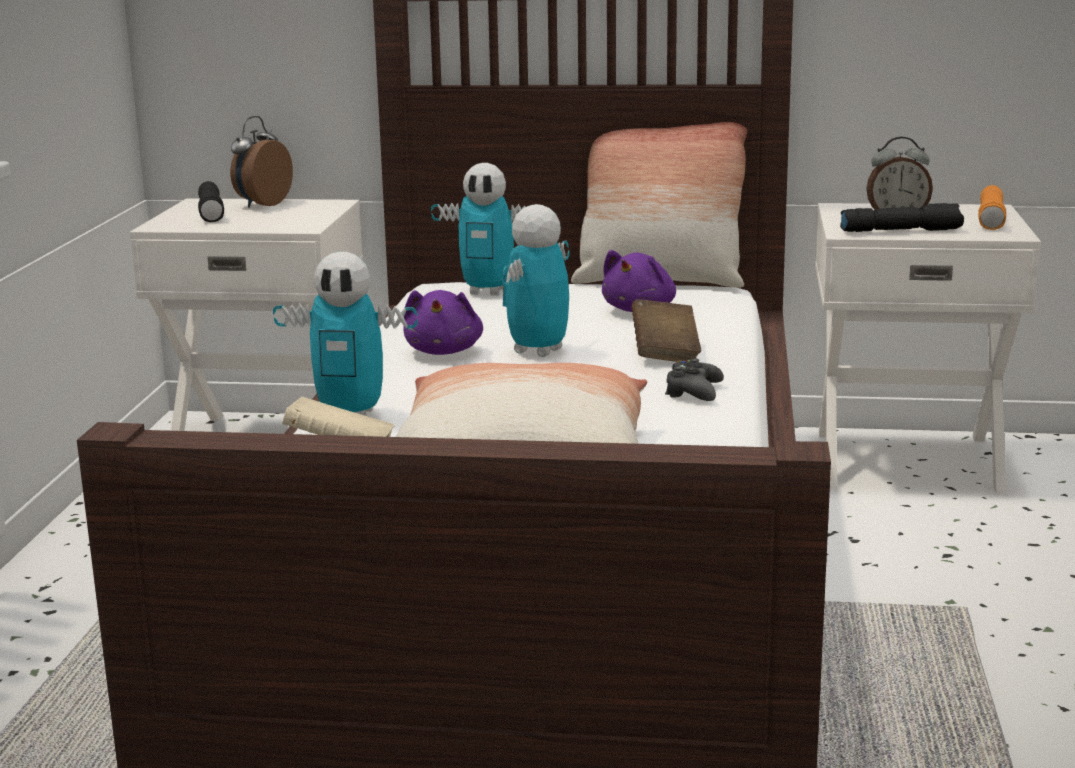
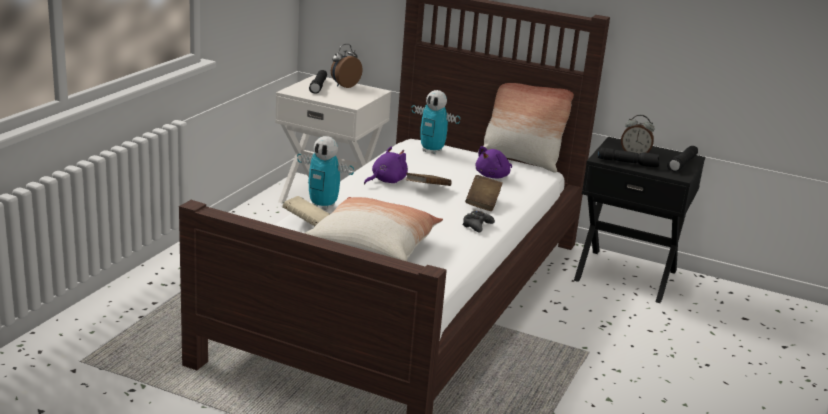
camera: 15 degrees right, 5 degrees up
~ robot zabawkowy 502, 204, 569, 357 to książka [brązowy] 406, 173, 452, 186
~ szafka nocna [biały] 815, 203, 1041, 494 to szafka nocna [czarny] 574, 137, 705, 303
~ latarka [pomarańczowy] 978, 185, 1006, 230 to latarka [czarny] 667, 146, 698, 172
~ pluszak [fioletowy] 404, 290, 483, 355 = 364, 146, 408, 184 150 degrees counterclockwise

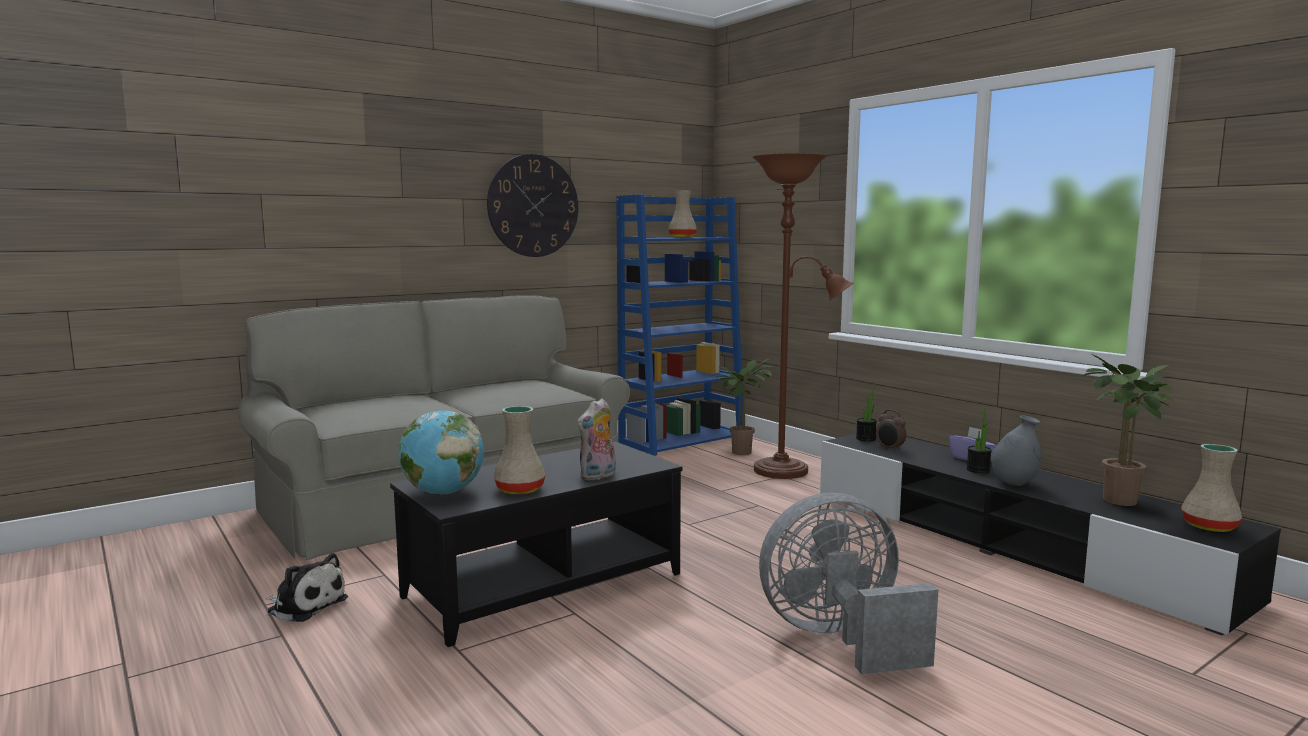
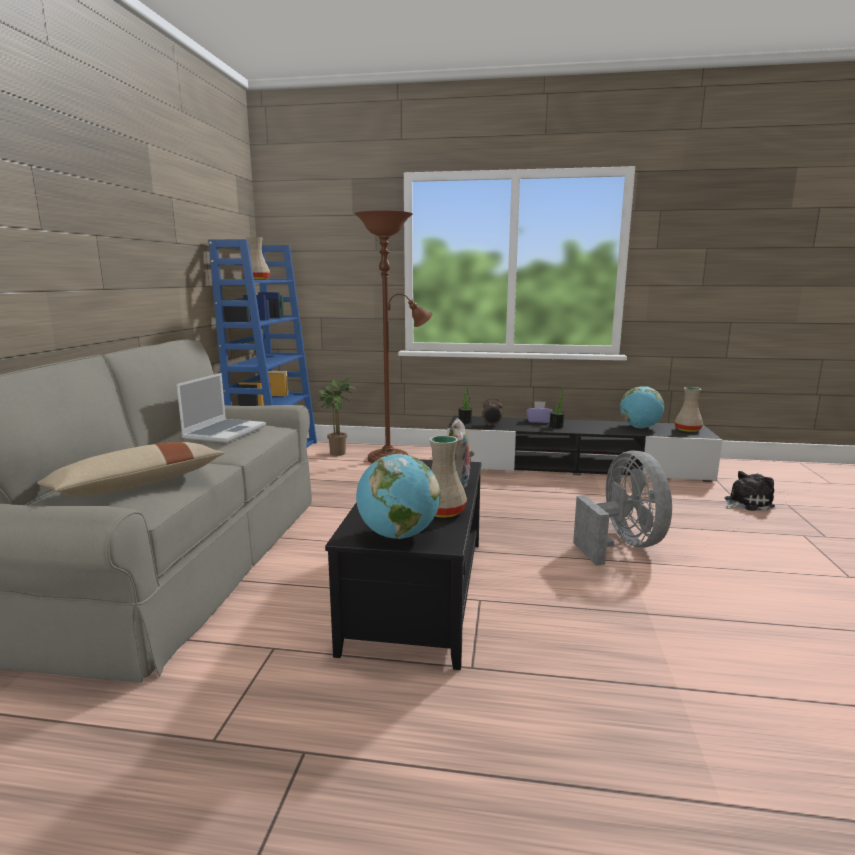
camera: 45 degrees left, 5 degrees up
- zegar ścienny 487, 154, 578, 257
- wazon [szary] 992, 415, 1041, 486
+ poduszka [beżowy] 37, 442, 224, 497
+ laptop 176, 373, 266, 443
~ pluszak 266, 553, 348, 622 to 725, 471, 775, 511
~ roślina doniczkowa 1082, 354, 1175, 506 to globus 620, 386, 664, 428
~ wentylator [szary] 759, 493, 939, 674 = 573, 450, 672, 565 135 degrees clockwise

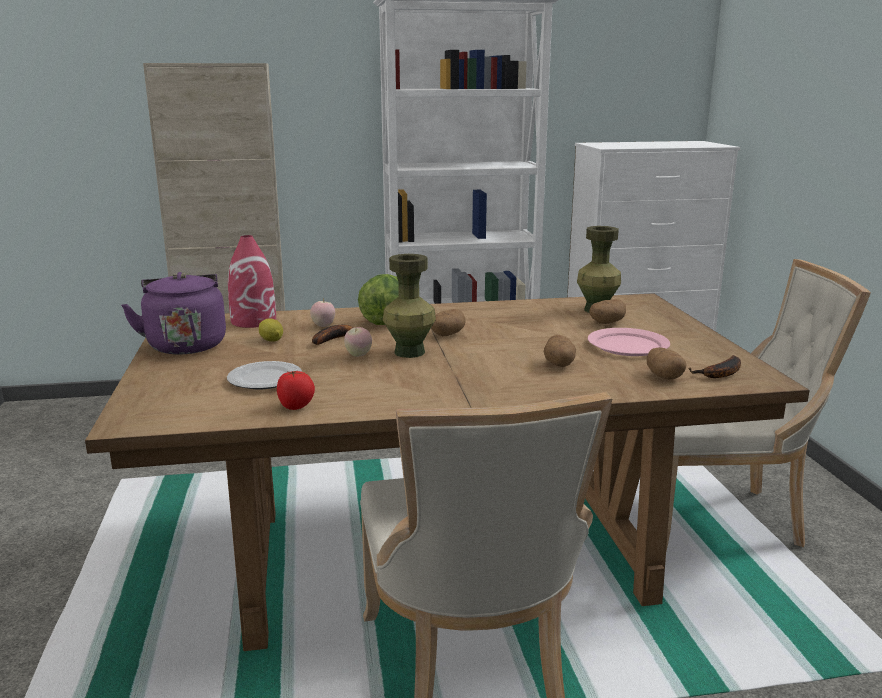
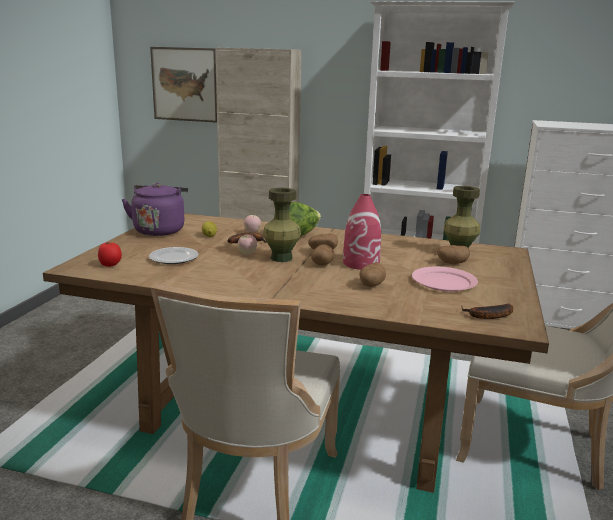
camera: 25 degrees right, 0 degrees up
+ obraz 150, 47, 217, 123
~ wazon [czerwony] 228, 235, 276, 328 to 343, 194, 381, 270
~ pomidor 277, 371, 315, 410 to 98, 242, 122, 267
~ ziemniak 647, 347, 686, 380 to 311, 244, 334, 266

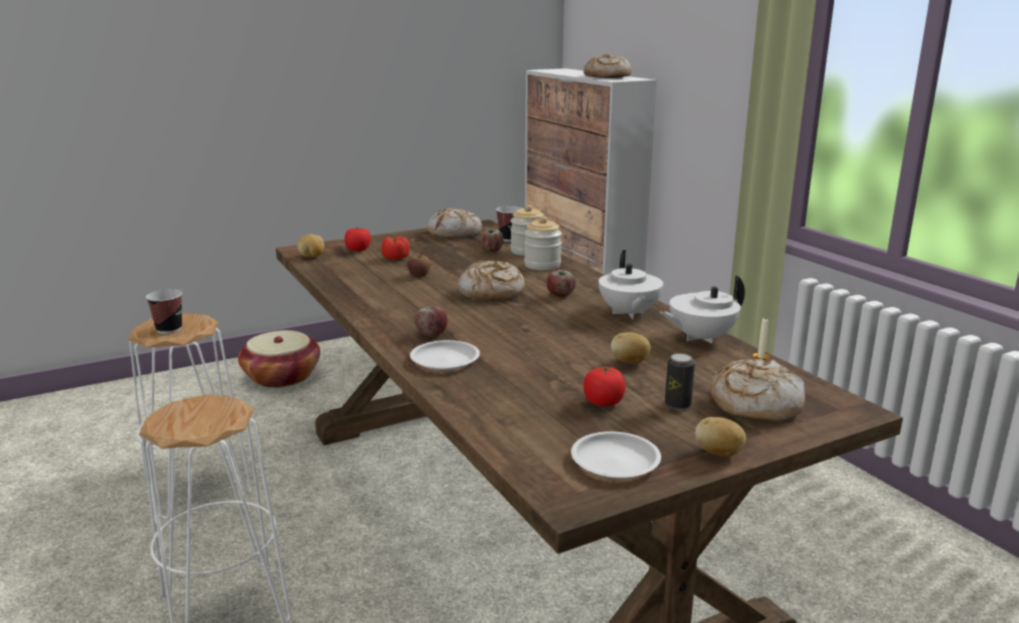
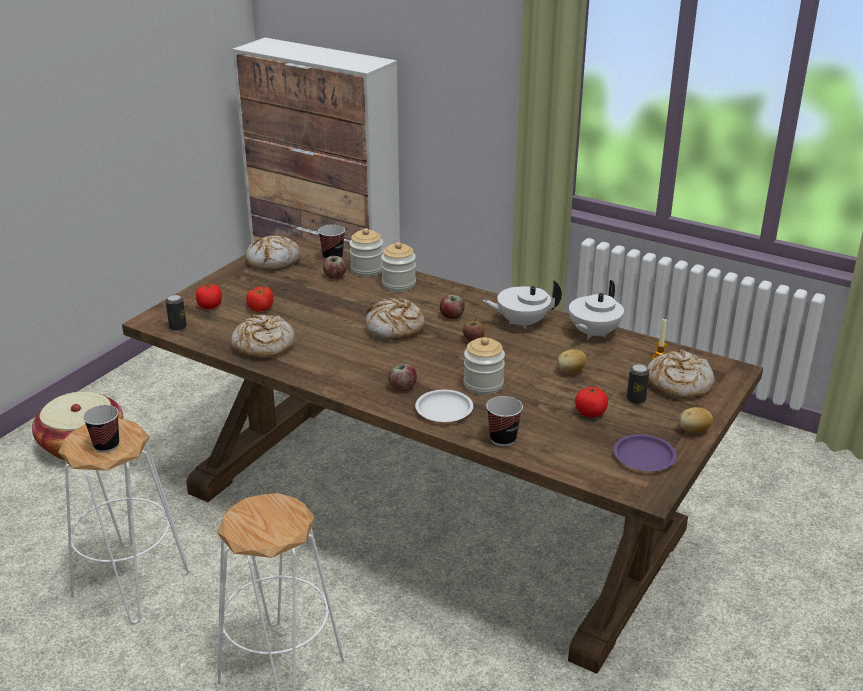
camera: 30 degrees left, 10 degrees up
+ słoik 464, 337, 505, 395
+ filiżanka 486, 396, 523, 446
~ jabłko 407, 252, 431, 277 to 463, 319, 484, 342
~ chleb 583, 54, 632, 78 to 231, 314, 295, 358
~ ziemniak 297, 234, 324, 258 to puszka 166, 294, 187, 331
~ talerz [biały] 571, 431, 661, 479 to talerz [fioletowy] 614, 434, 677, 471
~ imbryk [biały] 599, 250, 663, 320 = 482, 280, 562, 329 120 degrees clockwise

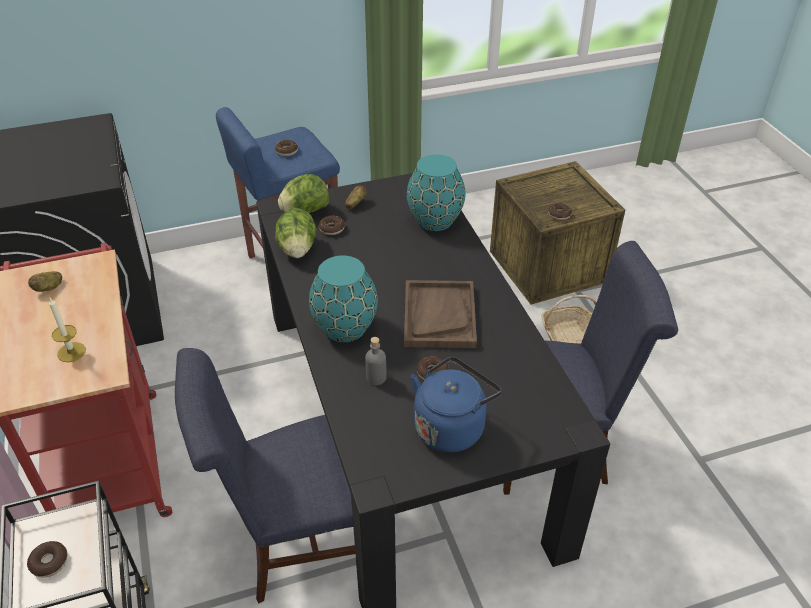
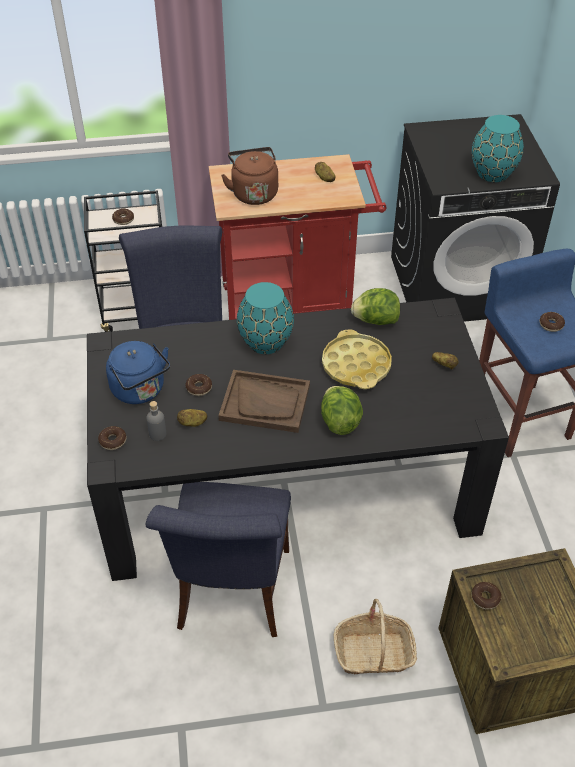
camera: 100 degrees right, 5 degrees up
+ ziemniak 177, 409, 207, 427
+ taca [żółty] 322, 329, 392, 389
~ sałata 278, 174, 329, 213 to 321, 386, 363, 435
~ donut 318, 216, 345, 235 to 98, 426, 126, 450
~ butelka [szary] 365, 337, 386, 385 to 146, 401, 166, 441
~ wazon [turkusowy] 407, 154, 465, 231 to 472, 115, 524, 182
~ świeca 49, 298, 86, 362 to czajnik [brązowy] 221, 147, 278, 205

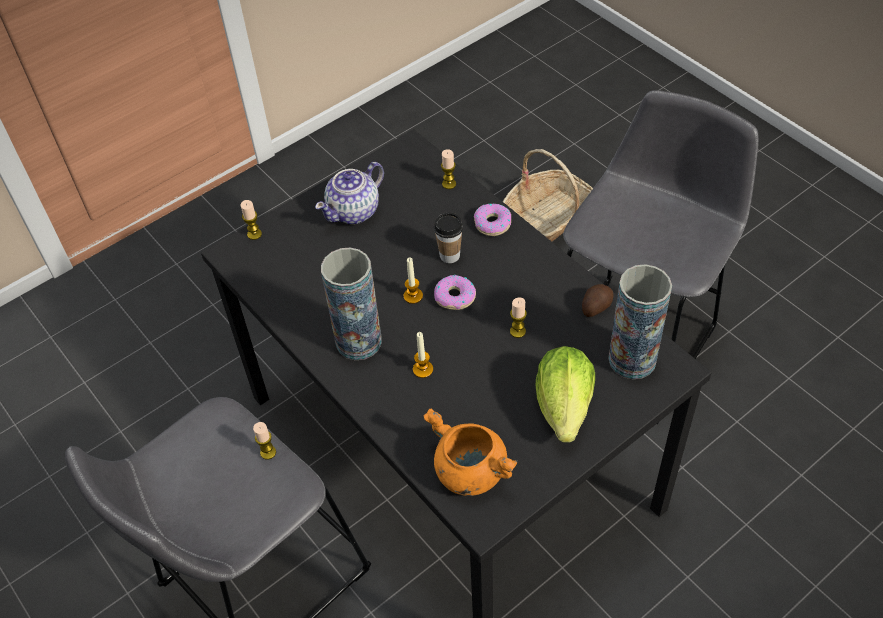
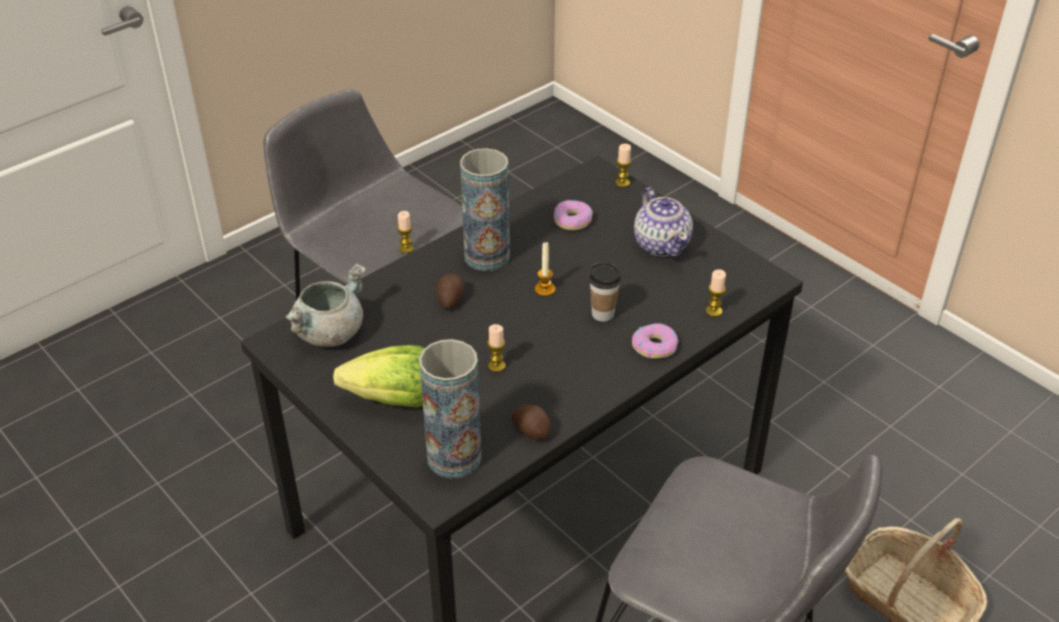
camera: 85 degrees right, 10 degrees down
~ donut 434, 275, 476, 310 to 554, 200, 593, 231
~ świeca 413, 332, 433, 378 to ziemniak 436, 273, 465, 309
~ garnek [pomarańczowy] 423, 409, 517, 496 to garnek [szary] 286, 263, 366, 347
~ imbryk 315, 162, 384, 224 = 634, 187, 693, 257 150 degrees counterclockwise

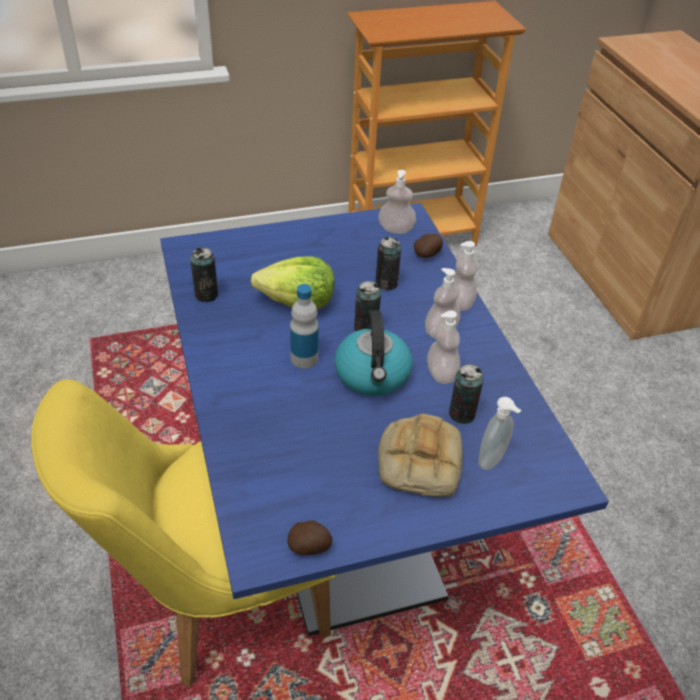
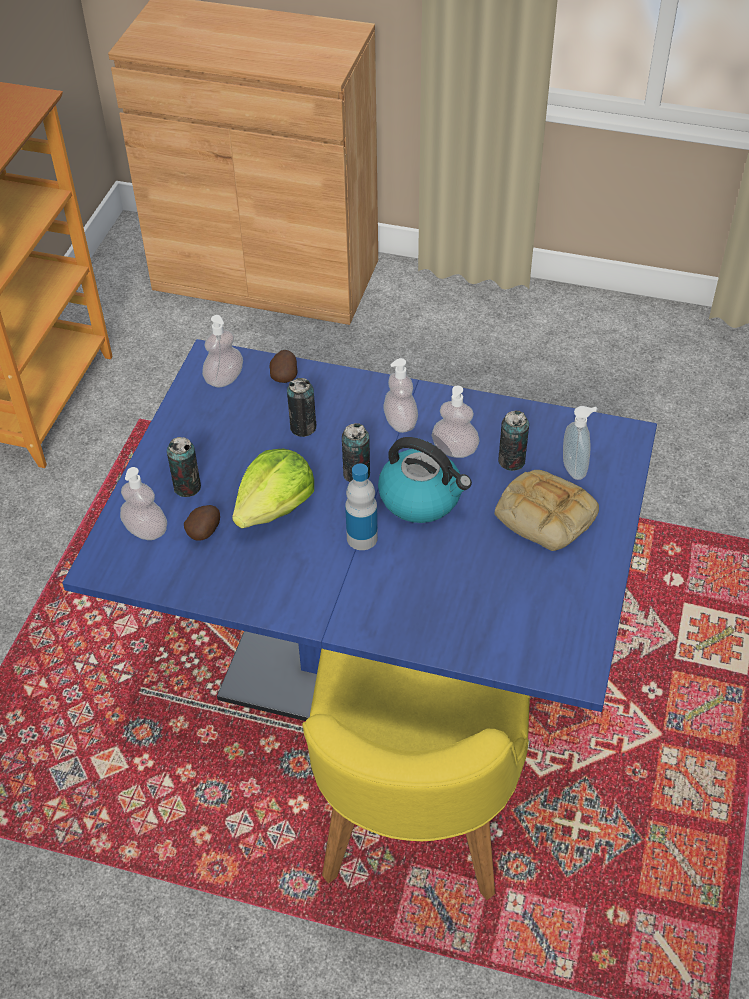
camera: 55 degrees left, 5 degrees up
~ puszka 190, 247, 218, 302 to 167, 437, 201, 497
~ ziemniak 288, 520, 332, 555 to 184, 505, 220, 541
~ dozownik mydła 453, 241, 477, 311 to 120, 467, 167, 540

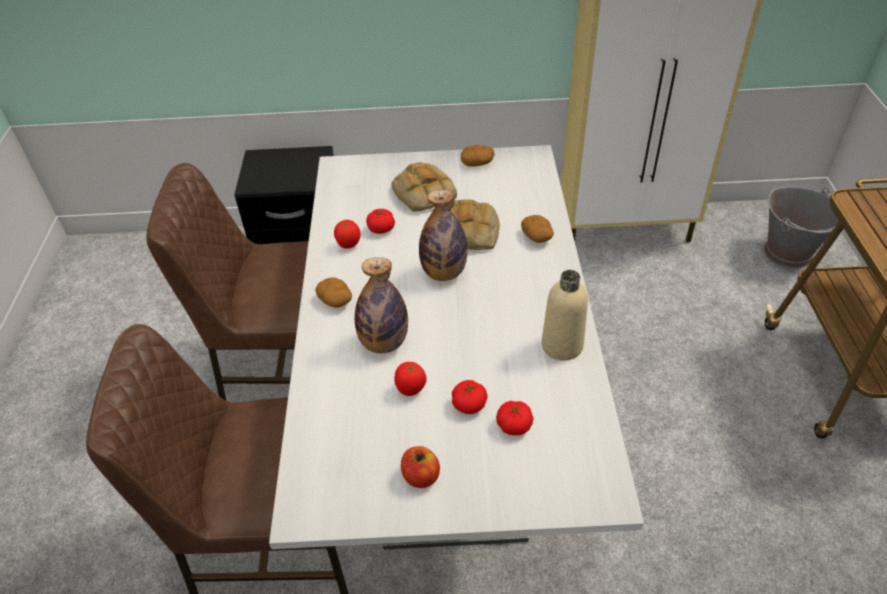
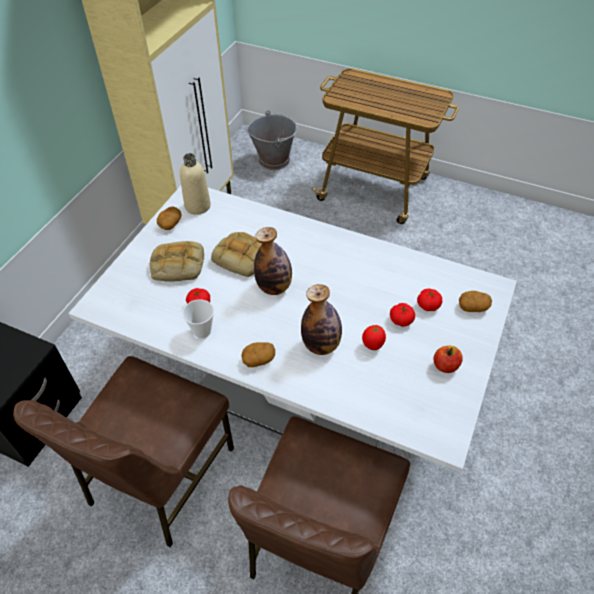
camera: 65 degrees left, 5 degrees up
~ ziemniak 521, 215, 554, 243 to 459, 291, 492, 312
~ butelka [beżowy] 542, 270, 588, 361 to 180, 153, 211, 215
~ pomidor 334, 220, 361, 249 to filiżanka 182, 300, 214, 338

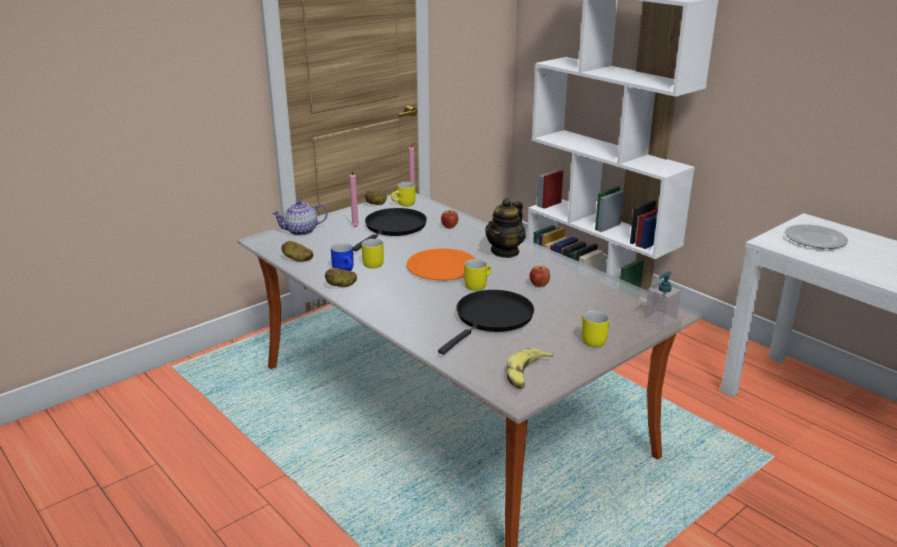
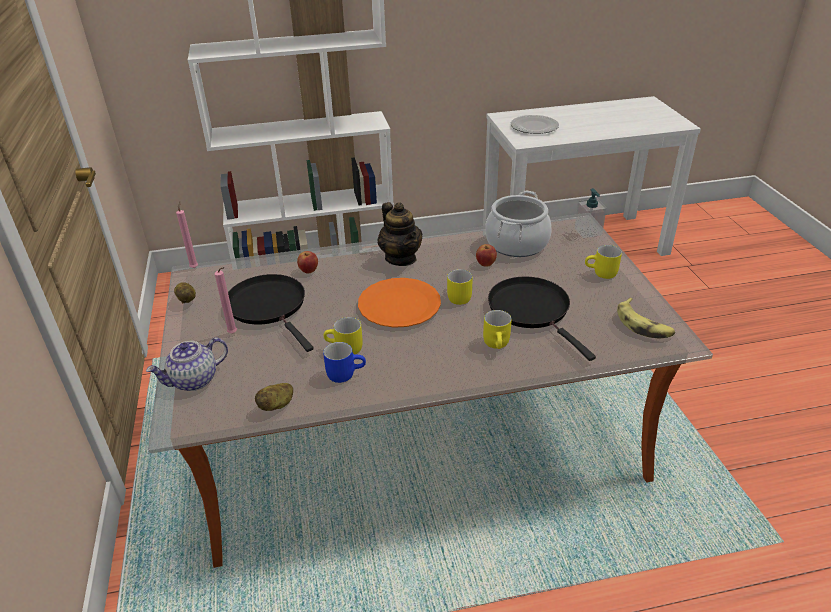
camera: 60 degrees left, 10 degrees up
- ziemniak 325, 268, 357, 287
+ garnek 485, 191, 552, 257
~ kubek [żółty] 391, 182, 416, 206 to 483, 310, 512, 349
~ imbryk 271, 200, 328, 236 = 146, 337, 228, 391 45 degrees clockwise

